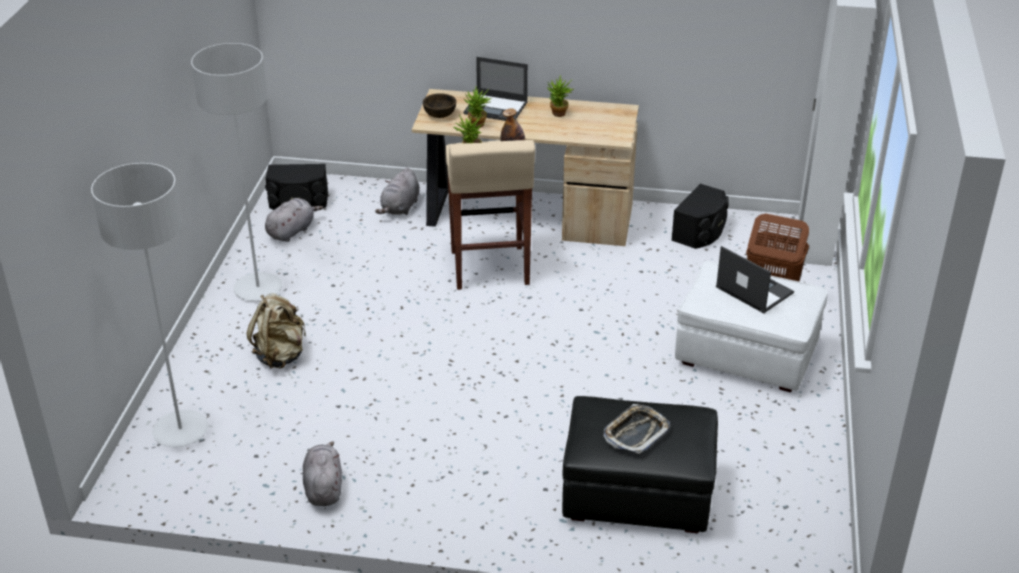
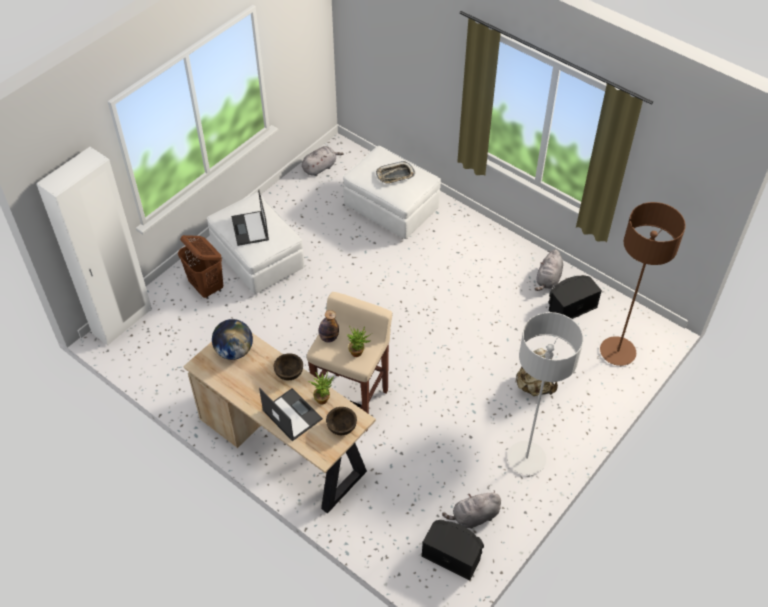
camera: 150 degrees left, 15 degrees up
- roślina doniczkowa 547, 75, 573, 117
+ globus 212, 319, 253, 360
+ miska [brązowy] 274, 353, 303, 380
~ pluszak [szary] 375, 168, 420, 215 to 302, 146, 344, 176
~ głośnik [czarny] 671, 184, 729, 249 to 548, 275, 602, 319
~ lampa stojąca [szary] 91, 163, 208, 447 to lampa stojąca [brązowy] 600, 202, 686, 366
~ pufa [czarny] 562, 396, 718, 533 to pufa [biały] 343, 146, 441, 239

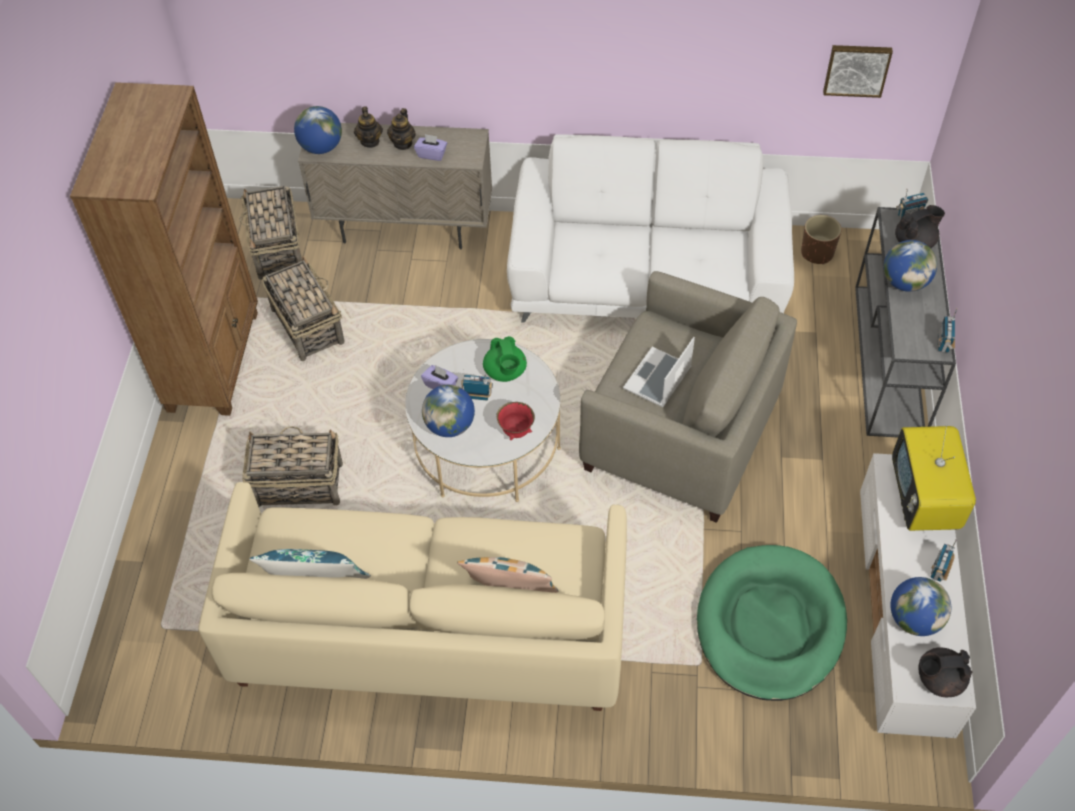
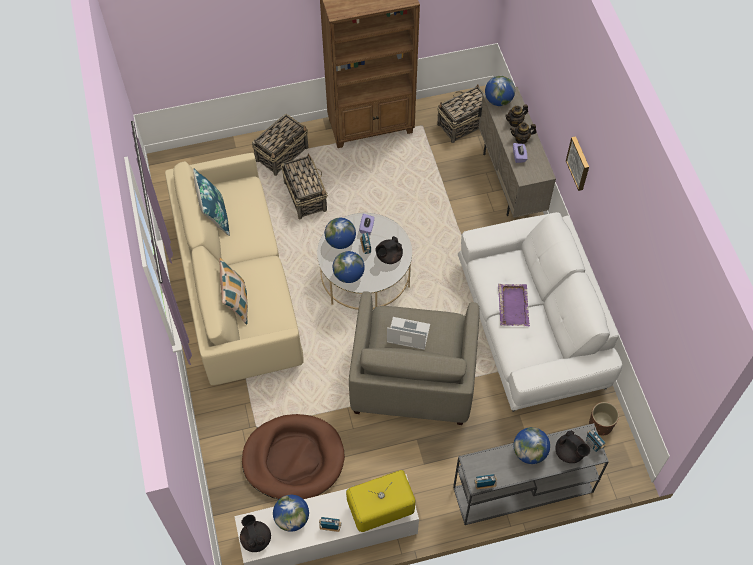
camera: 70 degrees right, 5 degrees up
+ taca [fioletowy] 498, 284, 530, 327
~ koszyk 262, 256, 344, 361 to 252, 114, 308, 176
~ obraz 823, 45, 893, 98 to 566, 136, 589, 191
~ miska [czerwony] 496, 402, 535, 440 to globus 333, 251, 365, 283
~ imbryk [zielony] 483, 336, 527, 382 to imbryk [czarny] 375, 236, 403, 264
~ legowisko [zielony] 697, 545, 847, 701 to legowisko [brązowy] 242, 414, 345, 499

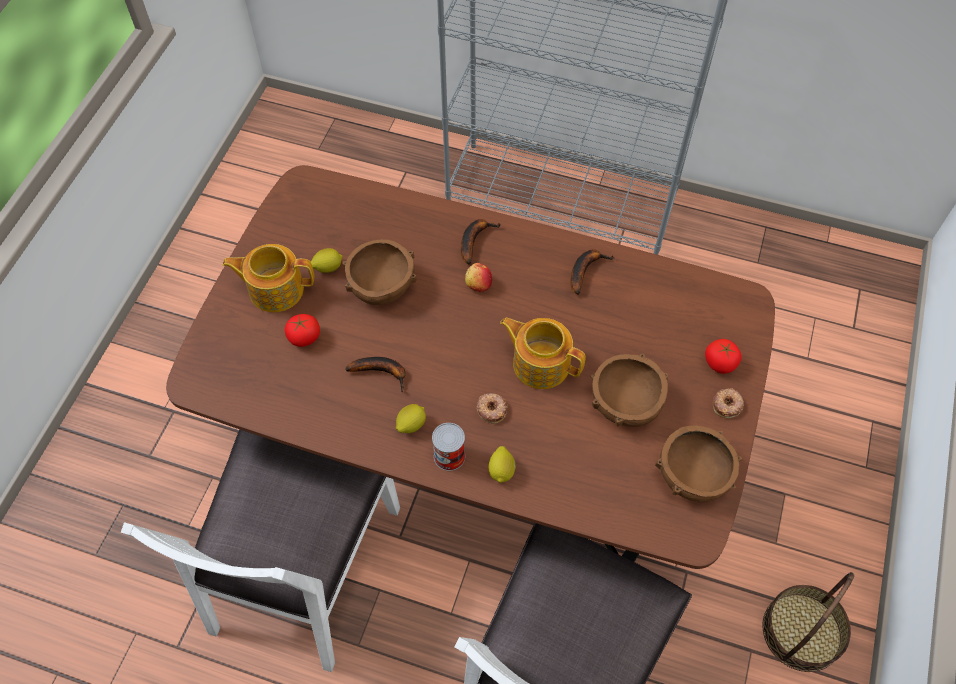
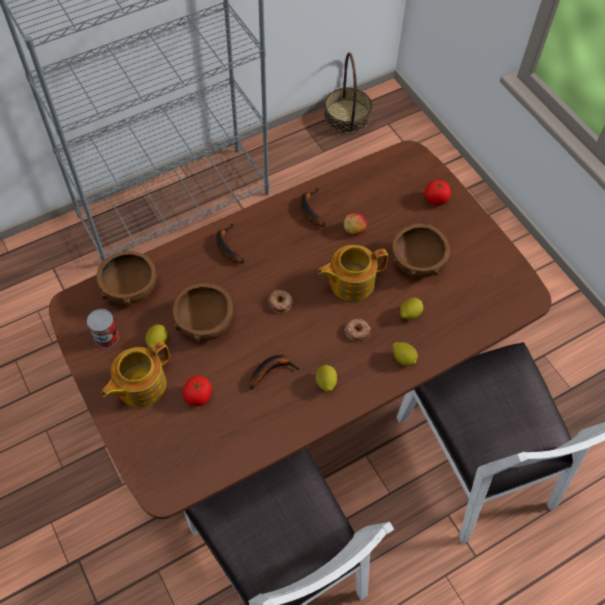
camera: 50 degrees left, 0 degrees up
+ cytryna 400, 298, 424, 320
~ puszka 432, 423, 465, 471 to 87, 309, 119, 348
~ jabłko 465, 263, 492, 292 to 343, 213, 367, 235
~ miska [brązowy] 655, 425, 742, 502 to 96, 249, 159, 306
~ donut 713, 388, 744, 418 to 269, 290, 293, 314
~ koszyk 763, 572, 854, 672 to 324, 52, 372, 134

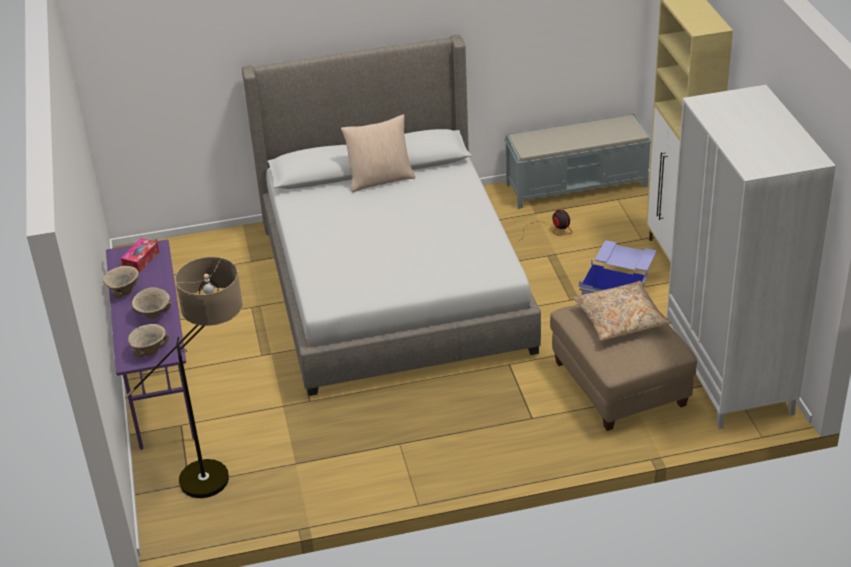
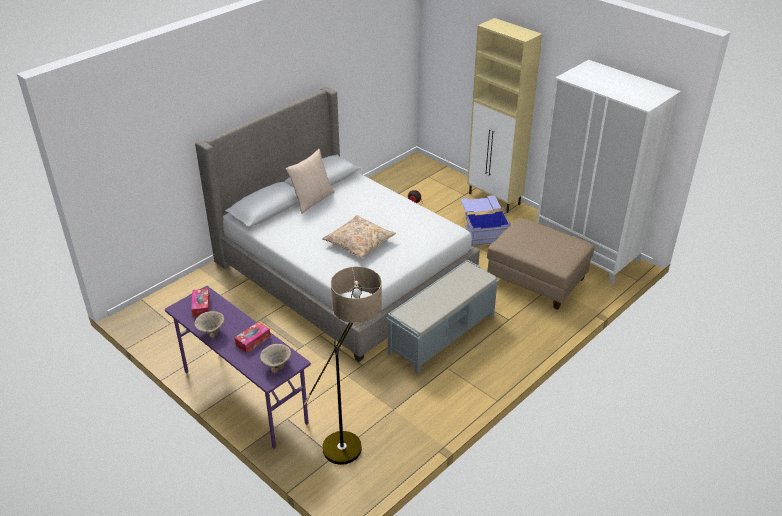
camera: 35 degrees left, 0 degrees up
~ ławka [szary] 504, 113, 651, 209 to 386, 260, 499, 374
~ poduszka [beżowy] 573, 281, 672, 341 to 322, 215, 396, 259
~ miska [beżowy] 132, 287, 171, 319 to pudełko chusteczek 235, 321, 271, 353

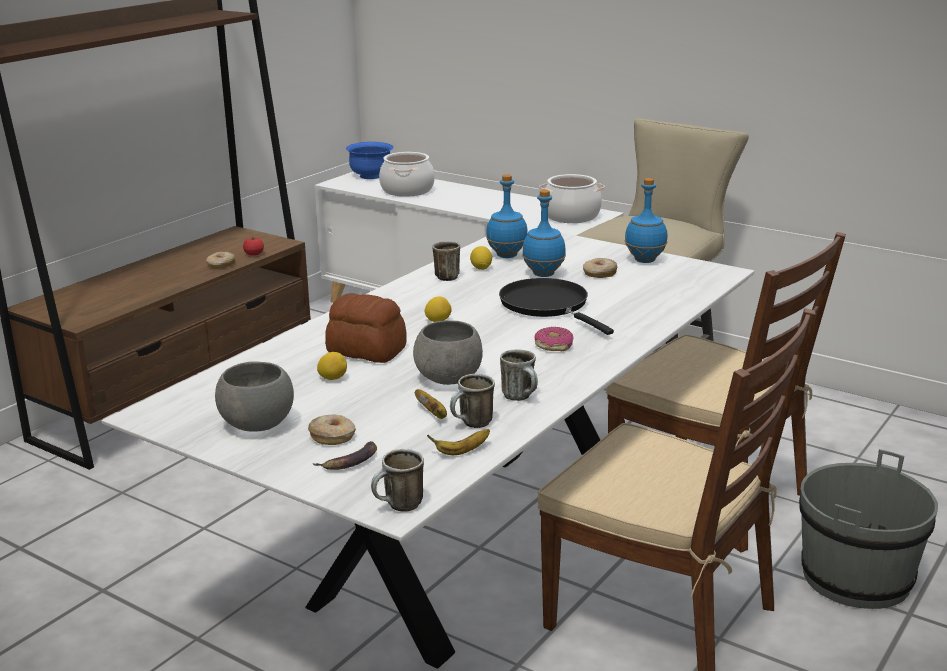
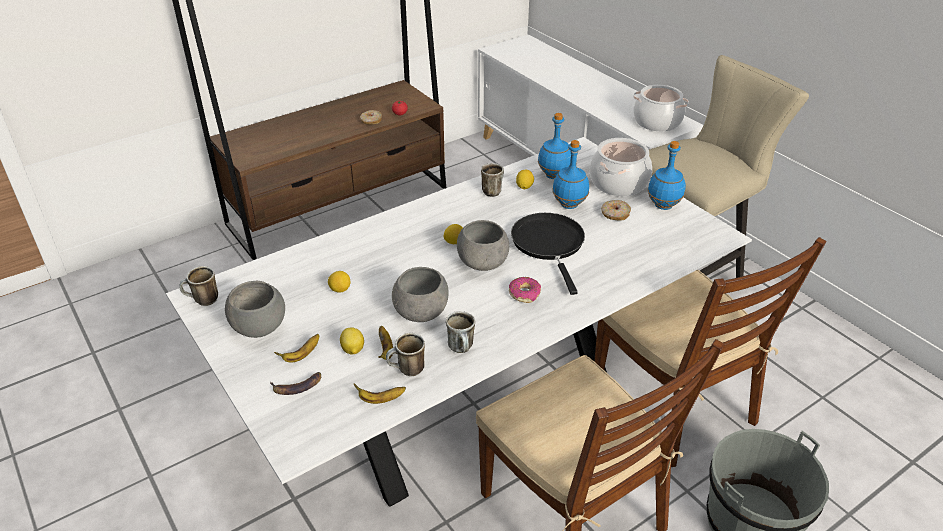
camera: 20 degrees right, 15 degrees up
- chleb 325, 293, 407, 363
- miska [niebieski] 346, 142, 394, 179
+ cytryna 340, 327, 364, 354
+ miska [szary] 457, 220, 509, 271
~ kubek 371, 449, 424, 512 to 179, 266, 218, 306
~ garnek 379, 152, 435, 197 to 590, 138, 652, 196
~ donut 308, 415, 356, 445 to banan 274, 334, 319, 362

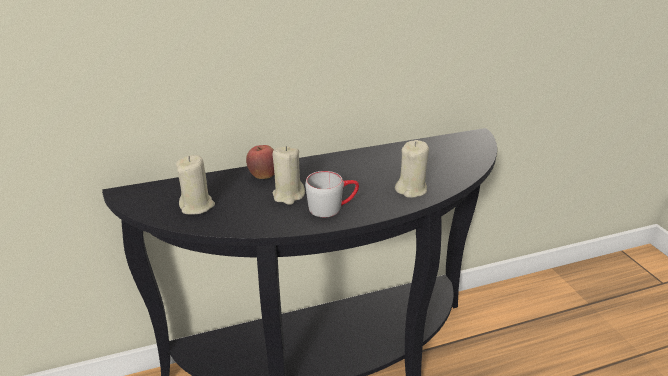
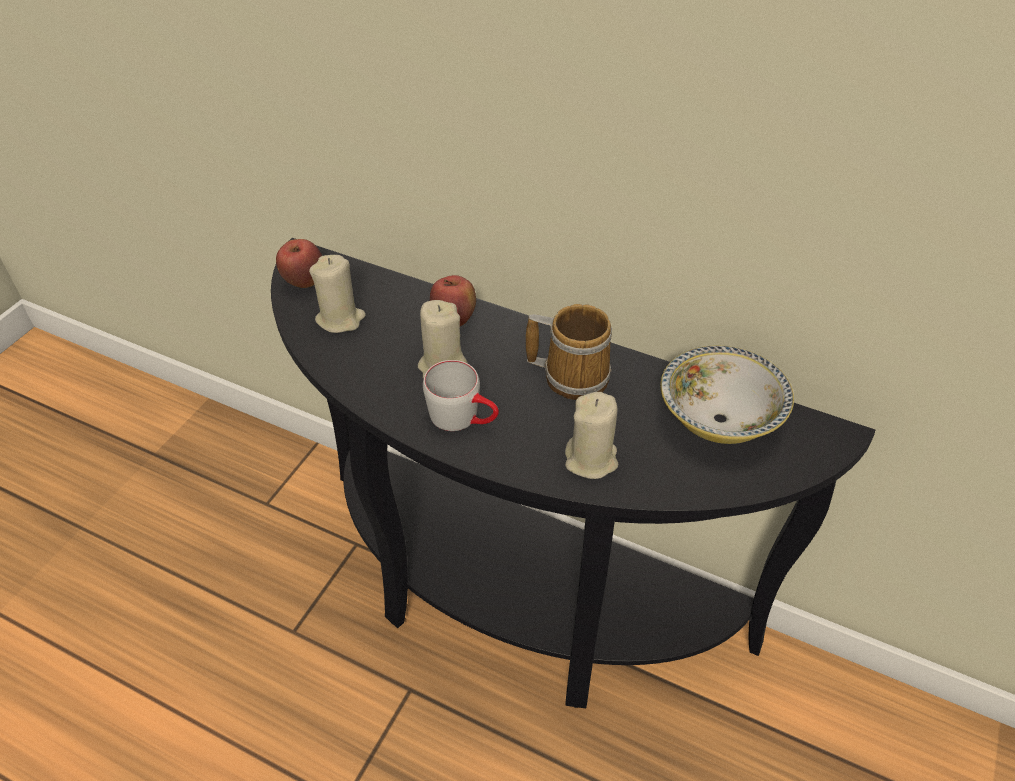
camera: 45 degrees right, 15 degrees up
+ jabłko 276, 239, 322, 288
+ kubek 526, 304, 612, 400
+ miska 660, 346, 794, 444

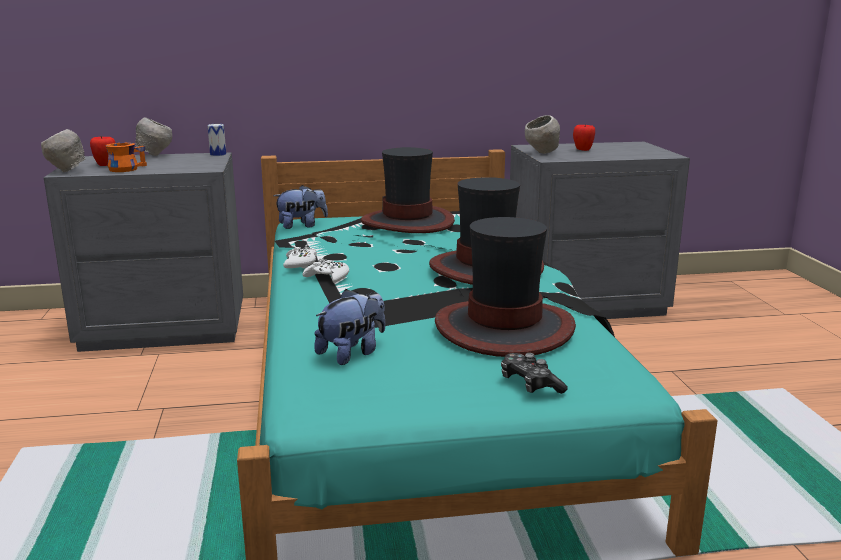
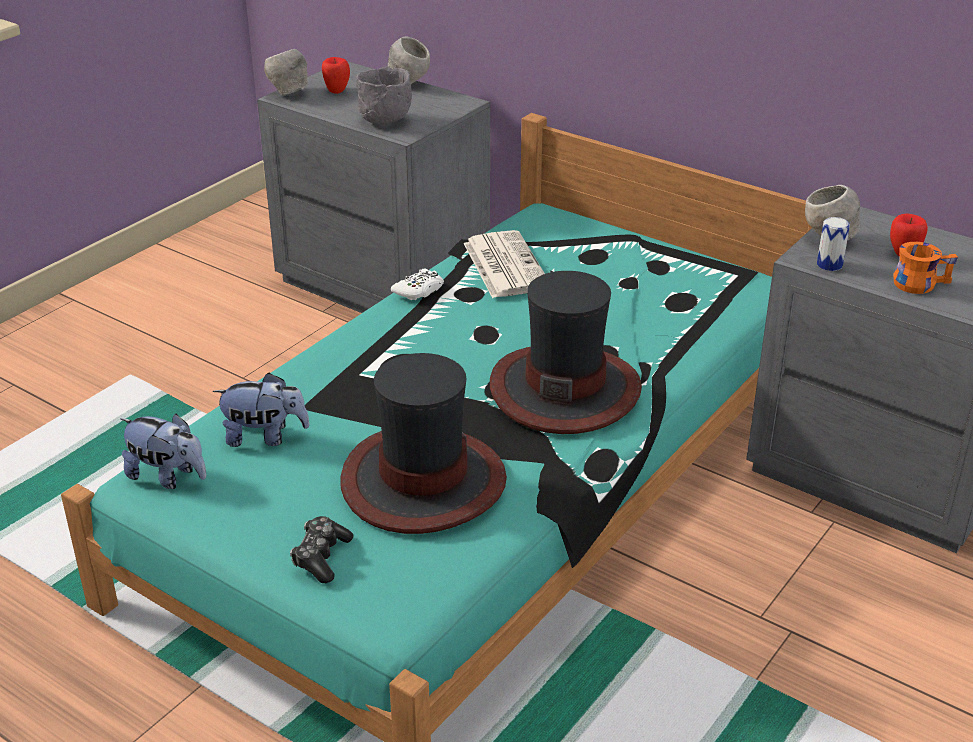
camera: 45 degrees right, 15 degrees up
- pad do gier [biały] 303, 257, 349, 283
- kapelusz 361, 147, 455, 233
+ miska [szary] 356, 67, 412, 124
+ gazeta 463, 230, 545, 298
~ kubek [pomarańczowy] 105, 143, 147, 172 to 893, 242, 958, 294
~ puszka 208, 124, 226, 156 to 817, 217, 850, 271
~ pluszak 274, 185, 328, 229 to 120, 413, 206, 489

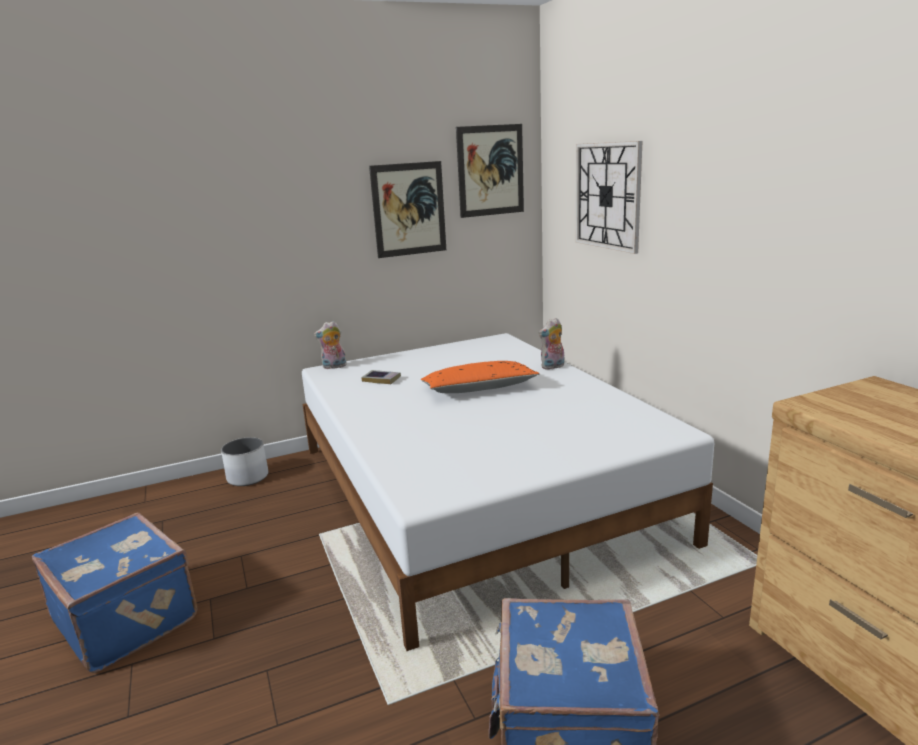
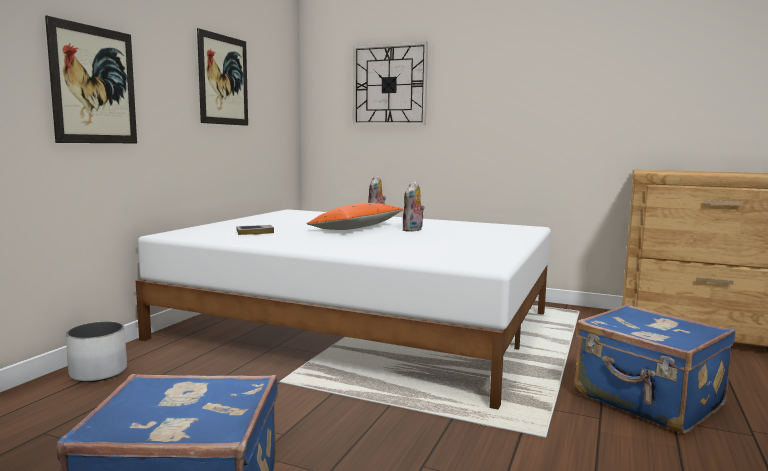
camera: 45 degrees left, 10 degrees down
~ pluszak 314, 321, 347, 369 to 403, 181, 425, 232
~ obraz 456, 124, 524, 218 to 45, 16, 137, 143

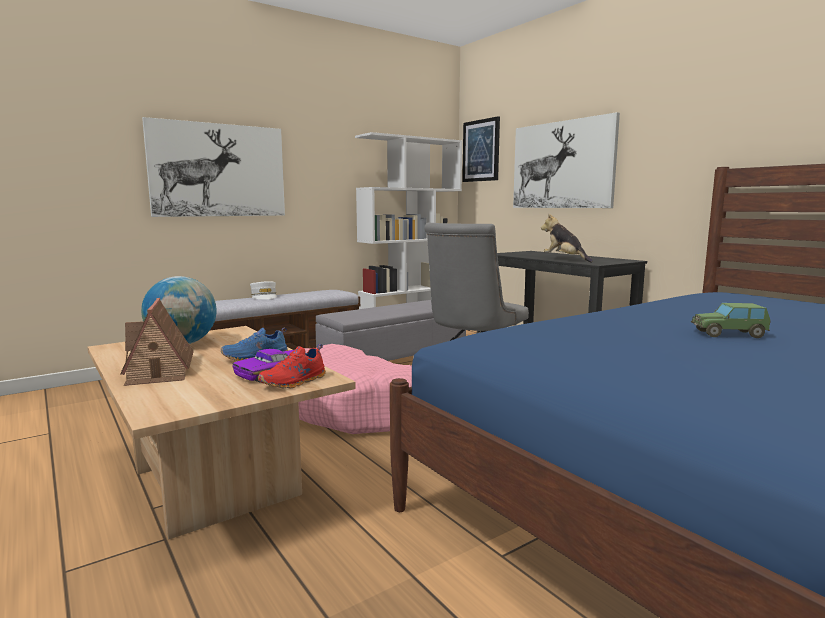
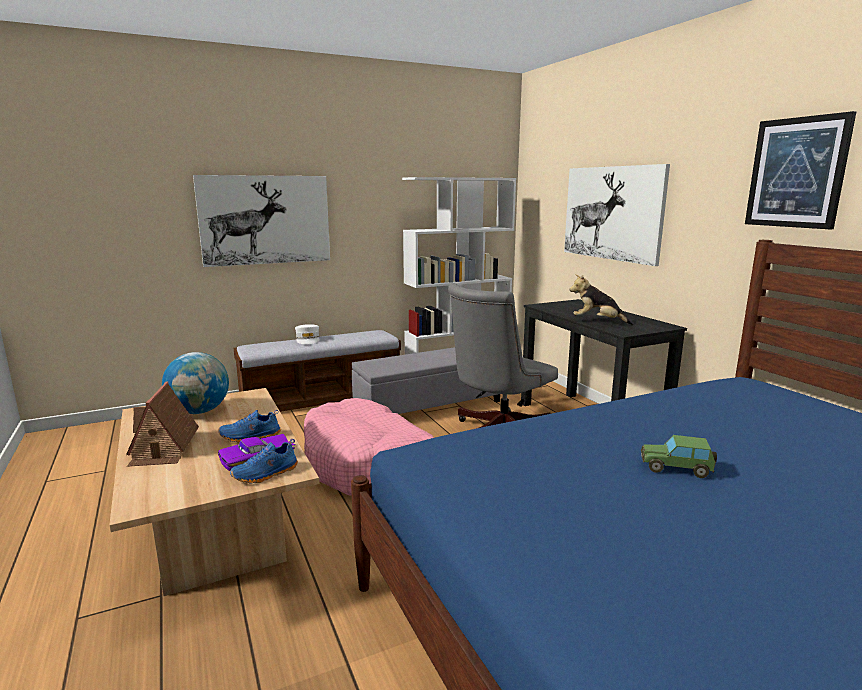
camera: 10 degrees right, 5 degrees up
~ obraz 462, 116, 500, 182 to 745, 111, 856, 229
~ but [czerwony] 258, 344, 326, 388 to but [niebieski] 230, 439, 298, 483
~ pluszak 541, 214, 593, 262 = 569, 274, 633, 325 45 degrees counterclockwise

